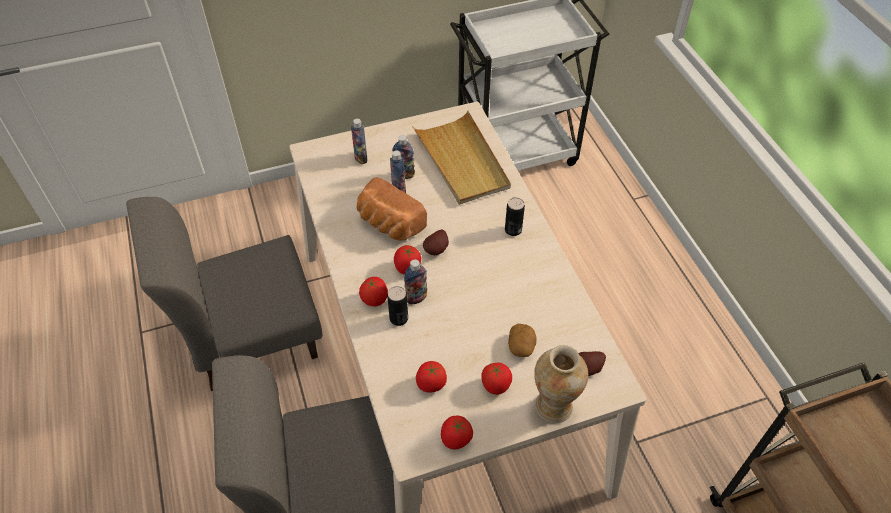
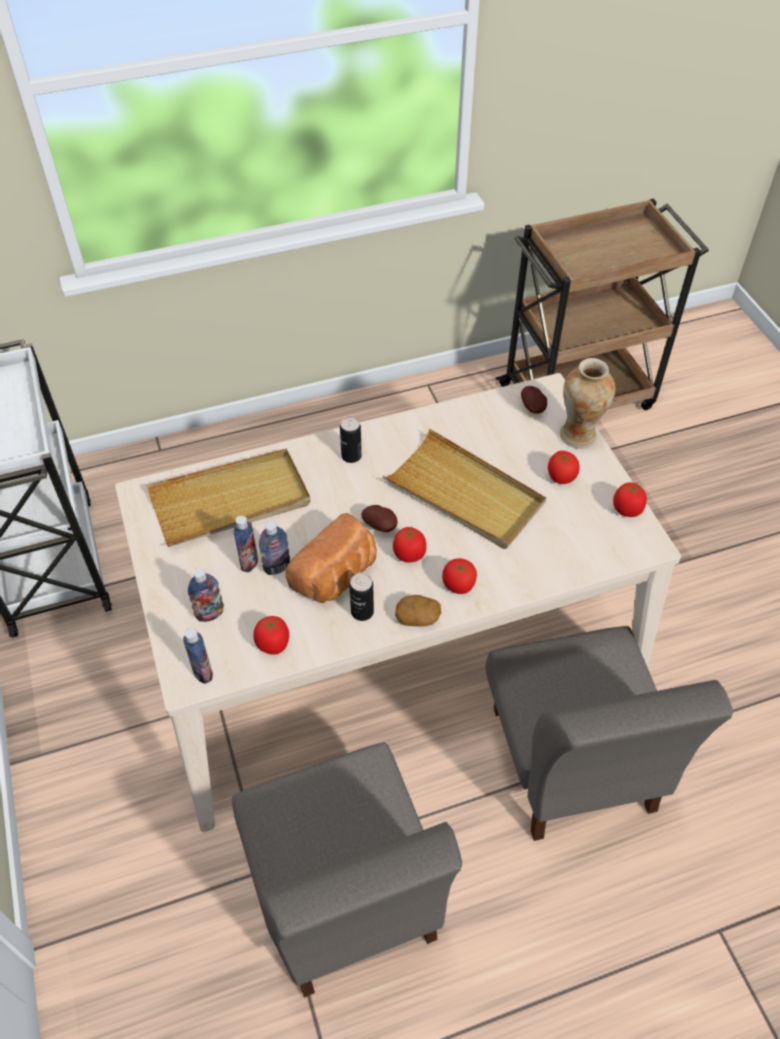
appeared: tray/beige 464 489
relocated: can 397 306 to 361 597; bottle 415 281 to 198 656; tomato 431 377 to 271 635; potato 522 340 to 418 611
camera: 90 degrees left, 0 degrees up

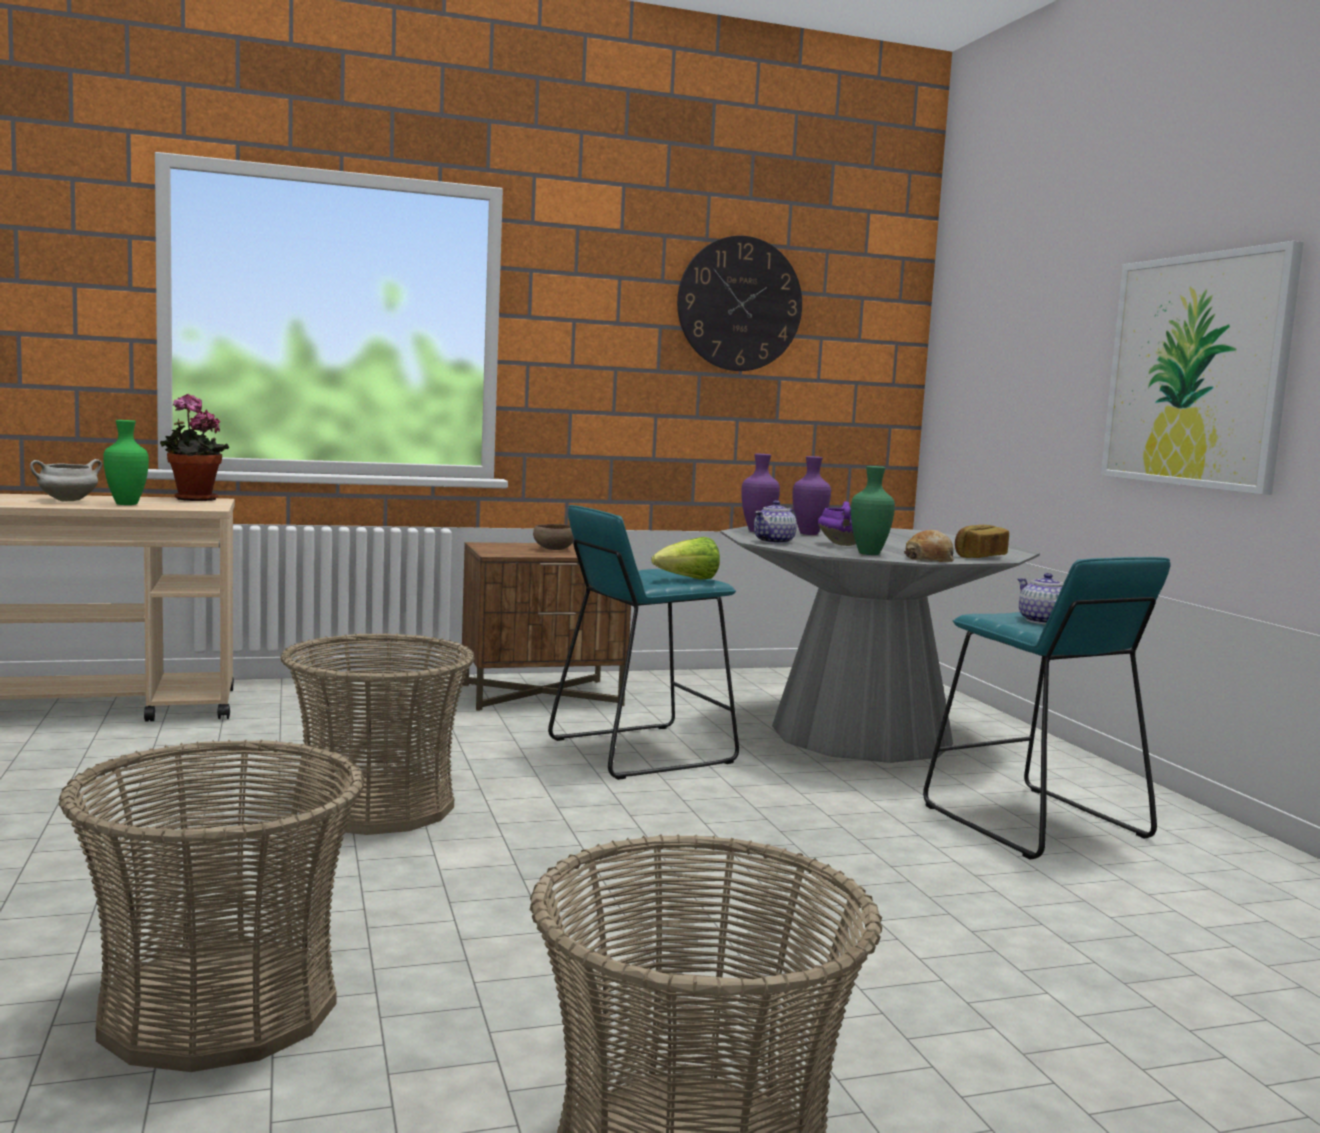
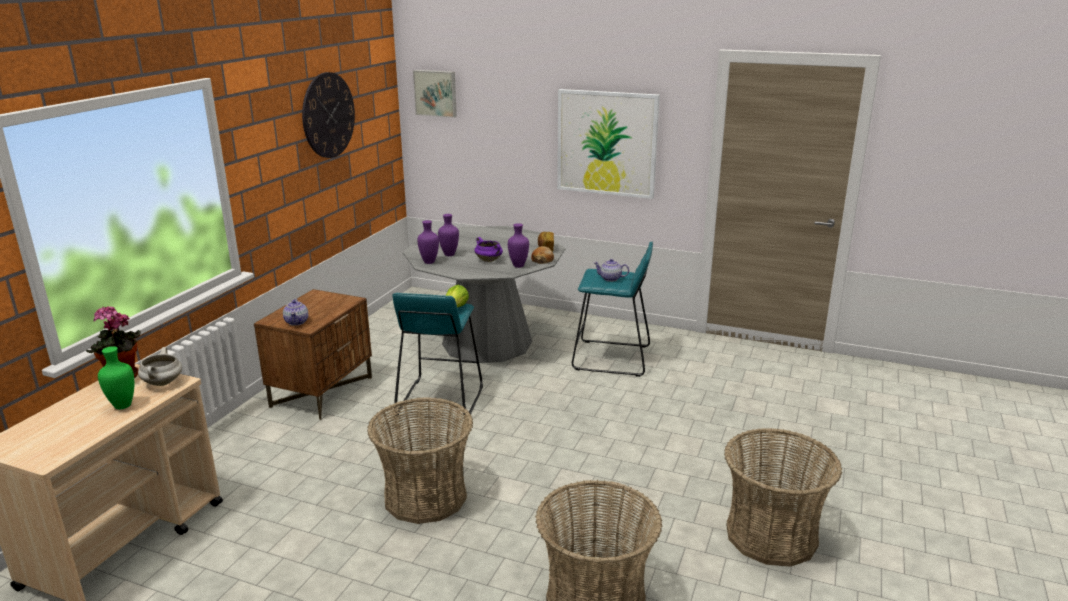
missing: bowl/brown 553 537
appeared: picture 435 94
relocated: cooking pot/white 66 480 to 160 366; teapot 775 522 to 295 312
colour: vase/green 873 510 to vase/purple 518 245
camera: 50 degrees left, 15 degrees up

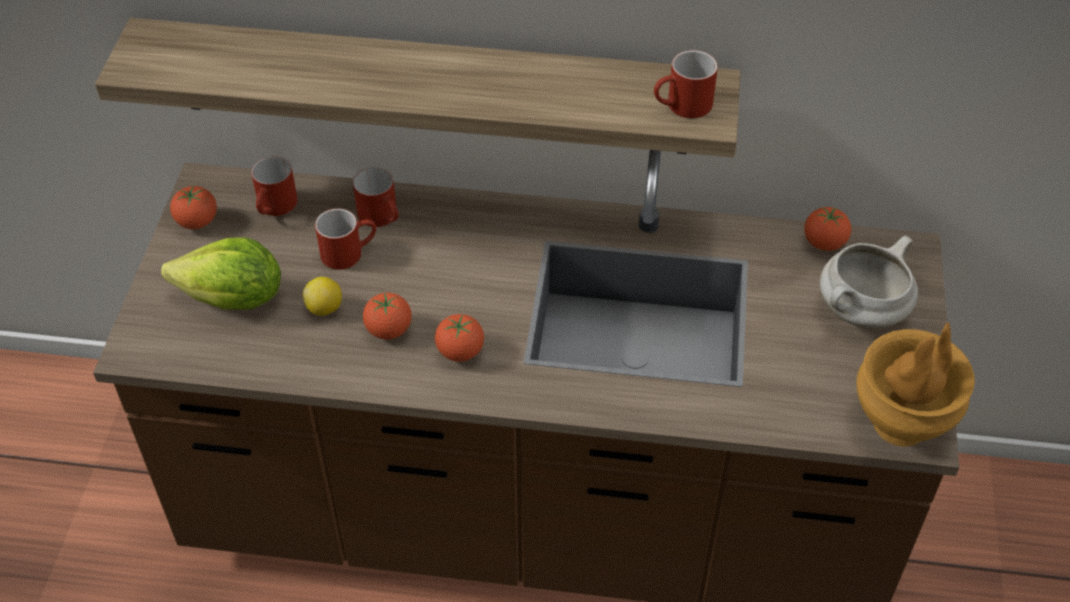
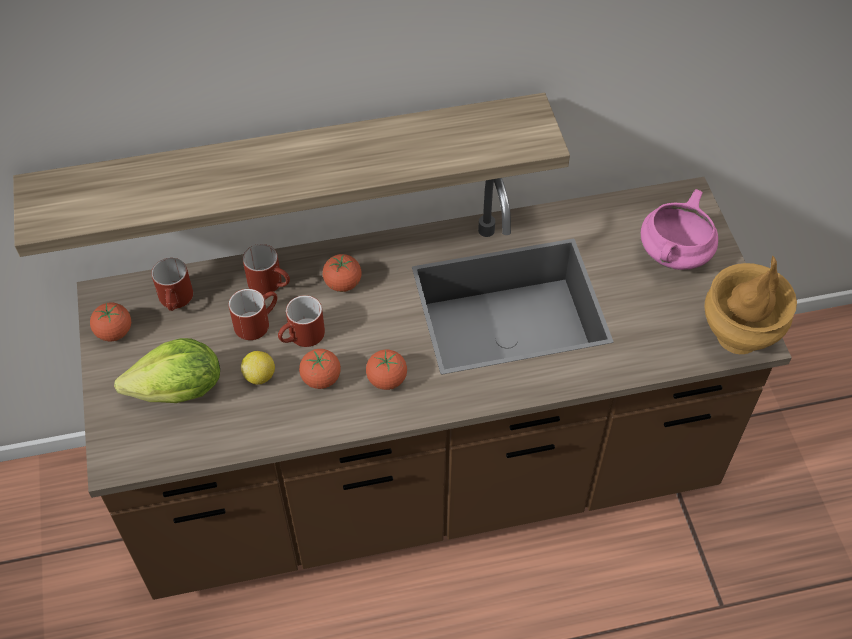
relocated: mug/red 686 84 to 301 321; tomato 827 229 to 342 273
colour: cooking pot/white 869 282 to cooking pot/pink 679 229
camera: 20 degrees left, 5 degrees up

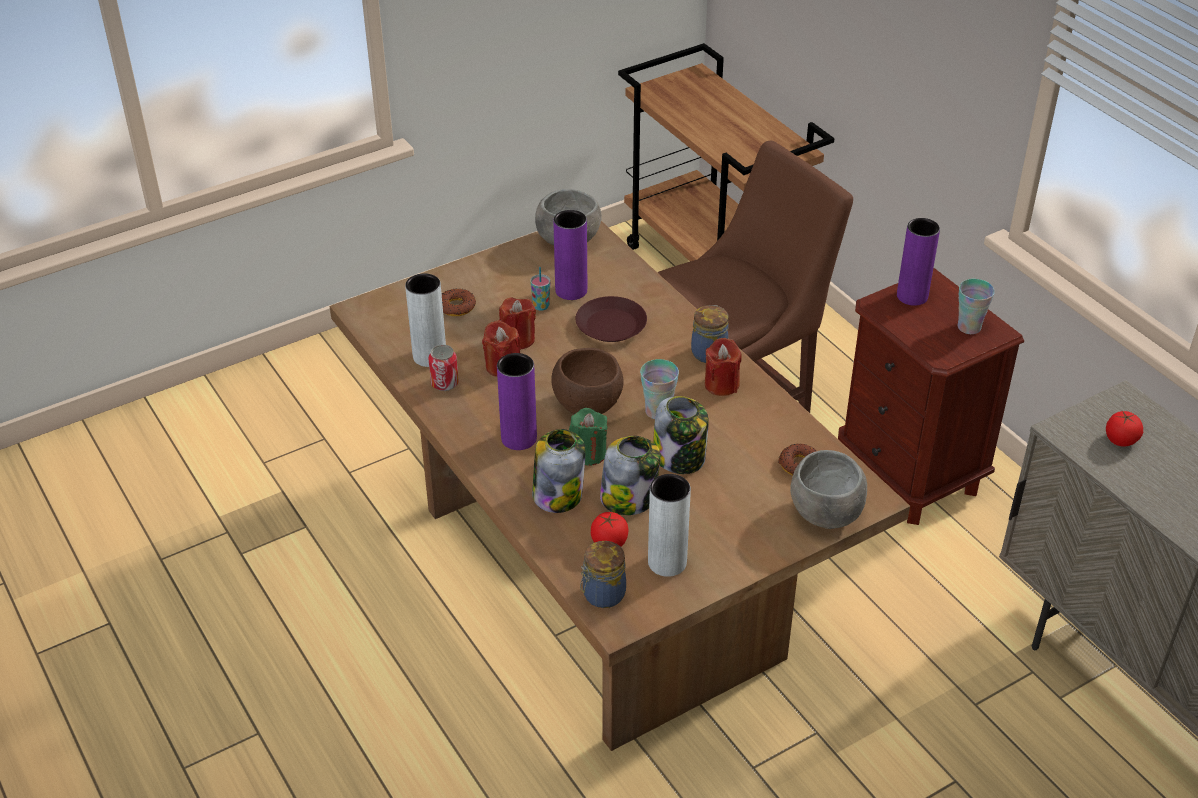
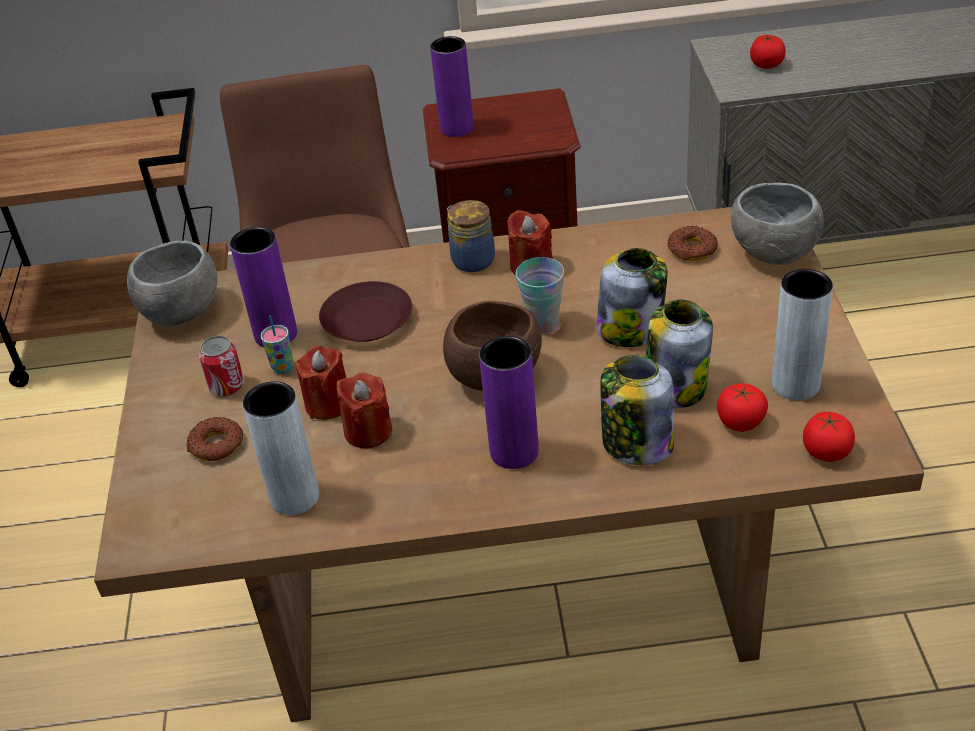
missing: candle/green 588 437; cup 976 306
relocated: can 443 368 to 221 366
exchanged: jar 603 574 to tomato 829 437
camera: 60 degrees left, 0 degrees up

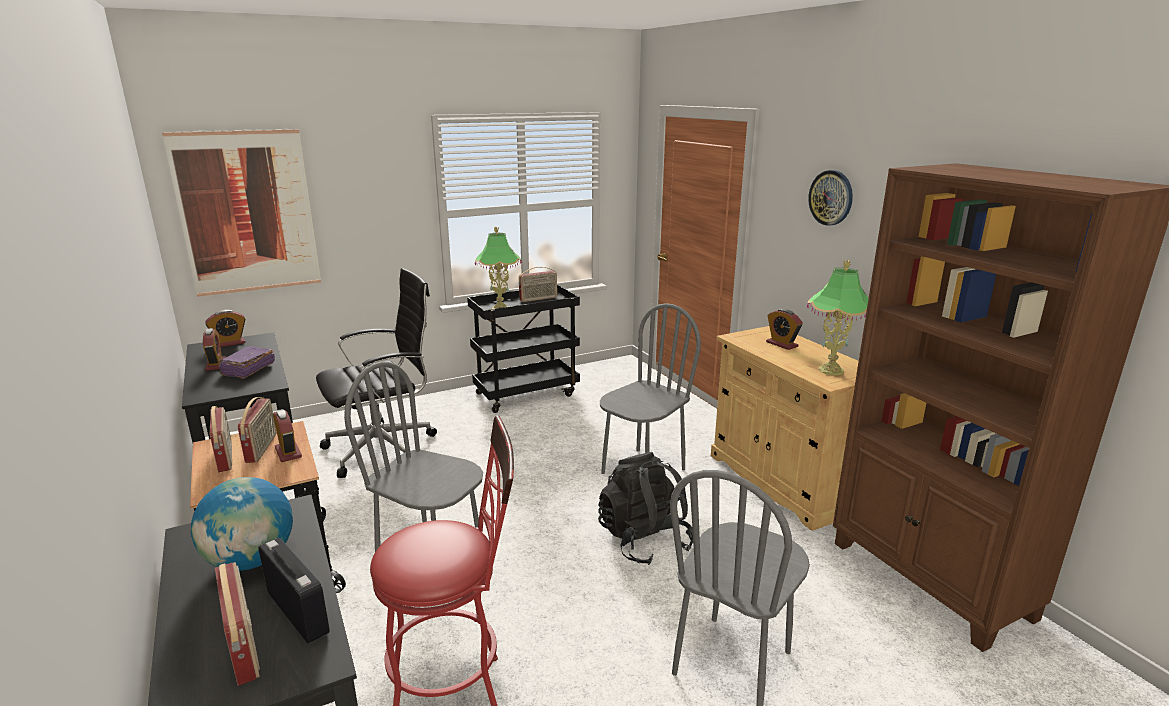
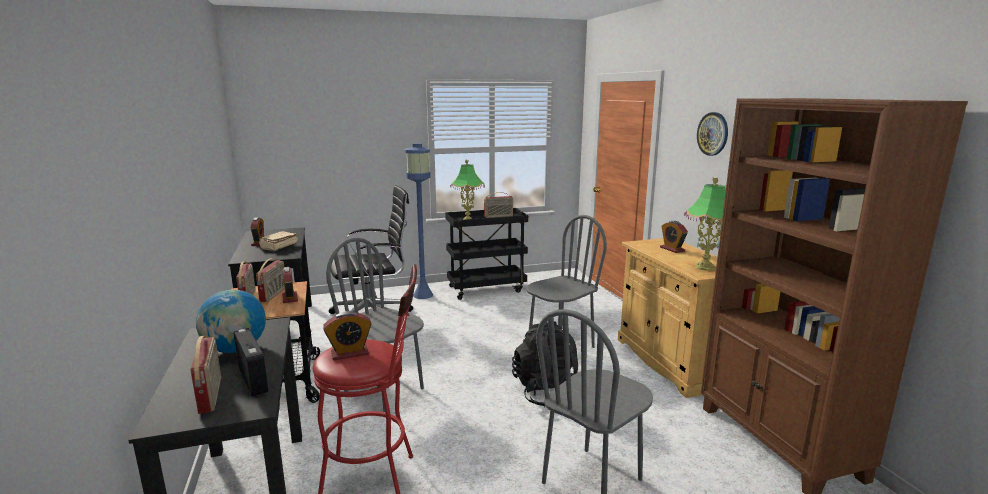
missing: picture 241 213
appeared: floor lamp/blue 419 221
relocated: alarm clock 225 328 to 347 335
colour: book/purple 246 362 to book/beige 278 241
camera: 10 degrees right, 5 degrees down

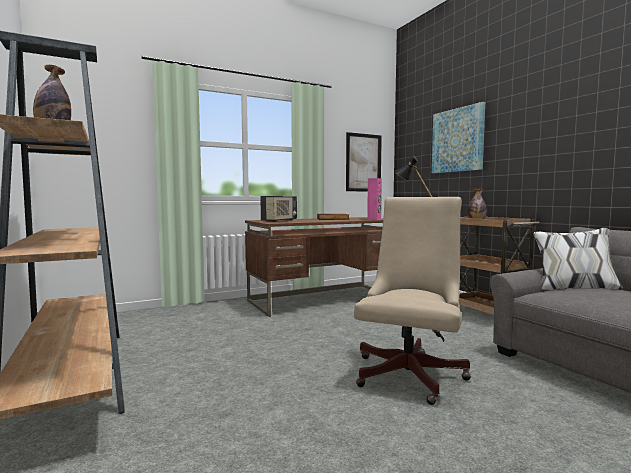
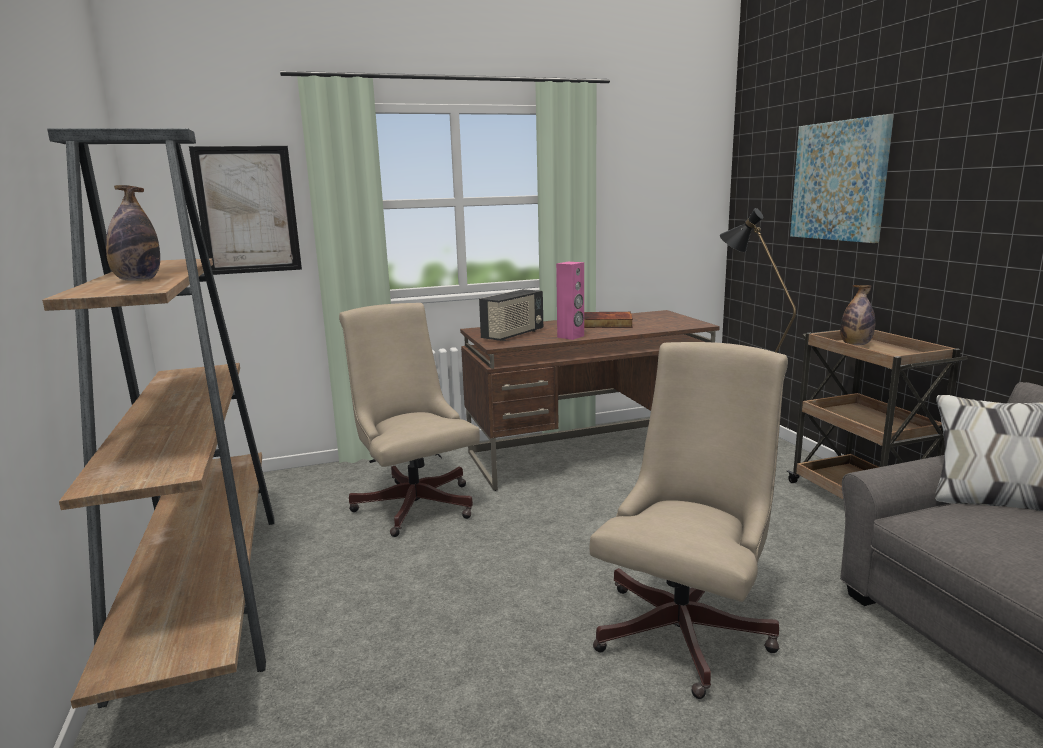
appeared: office chair/beige 409 420
relocated: picture 364 161 to 245 210; speaker/pink 374 199 to 570 301
camera: 10 degrees right, 10 degrees up

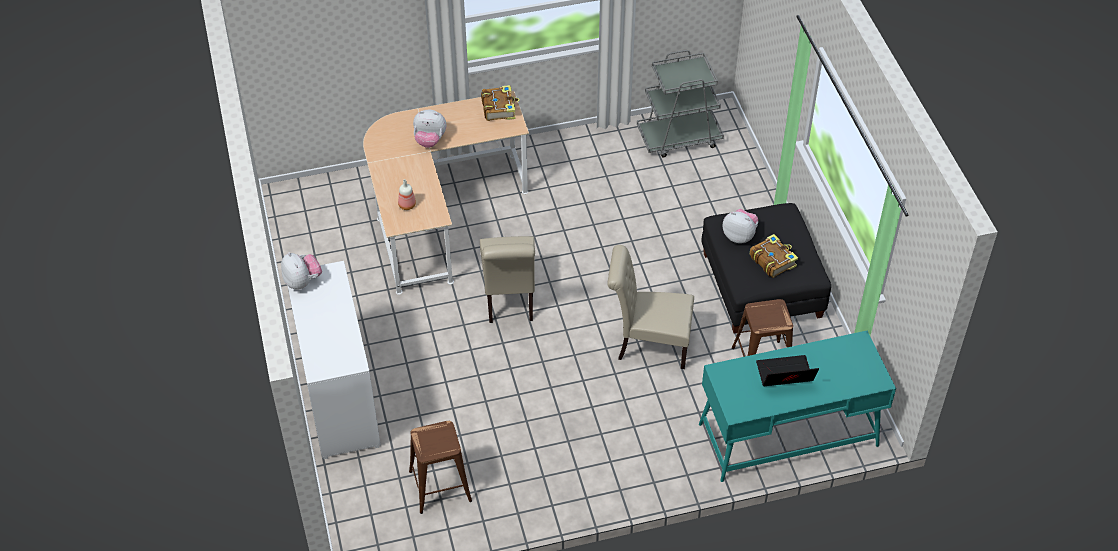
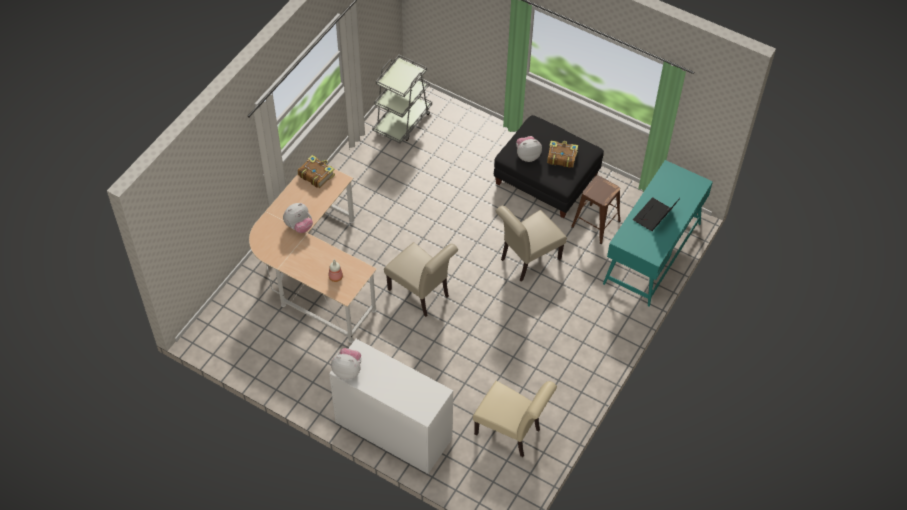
exchanged: stool/brown 440 467 to chair/beige 515 419
camera: 45 degrees left, 5 degrees up

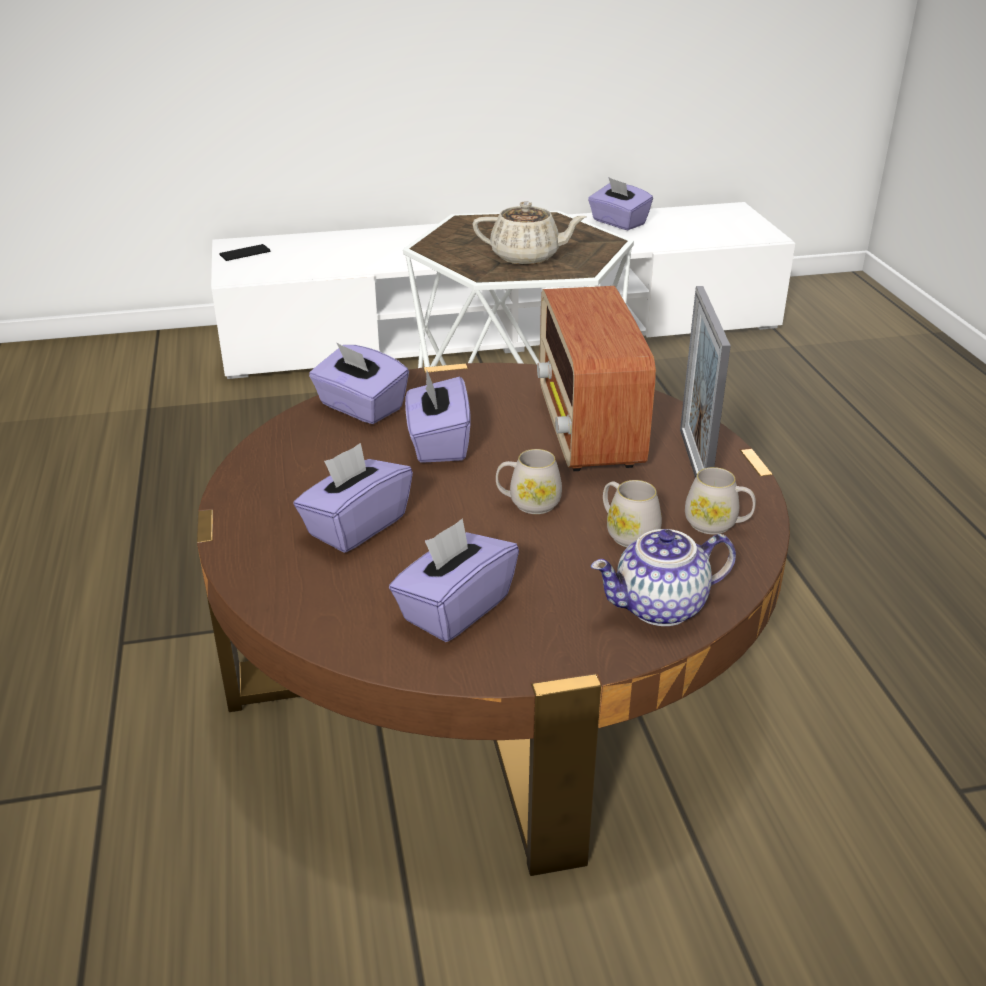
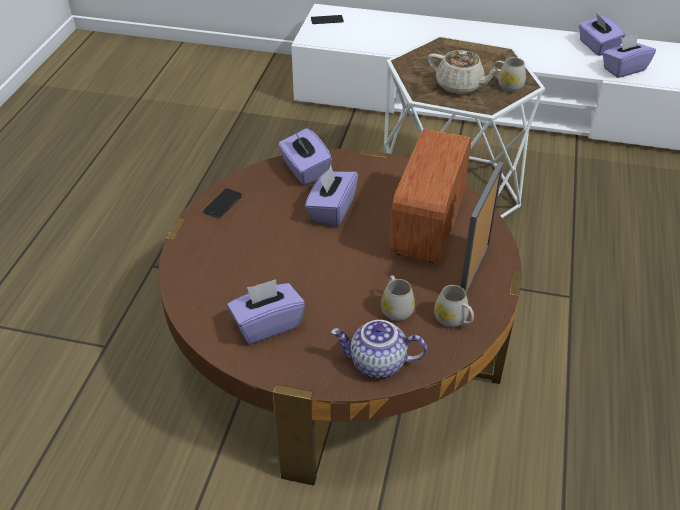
appeared: phone 222 203
relocated: tissue box/purple 353 498 to 629 56; mug/white 529 481 to 509 74
camera: 25 degrees right, 10 degrees up

